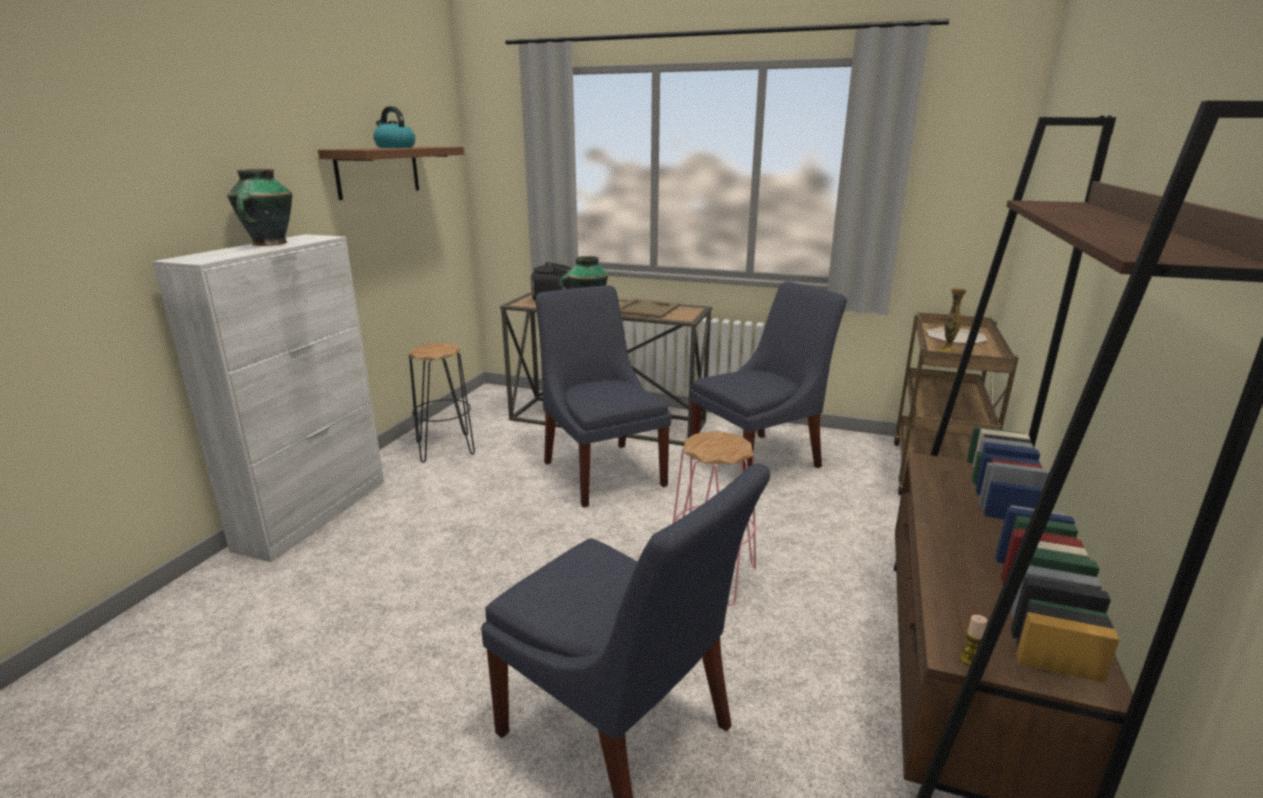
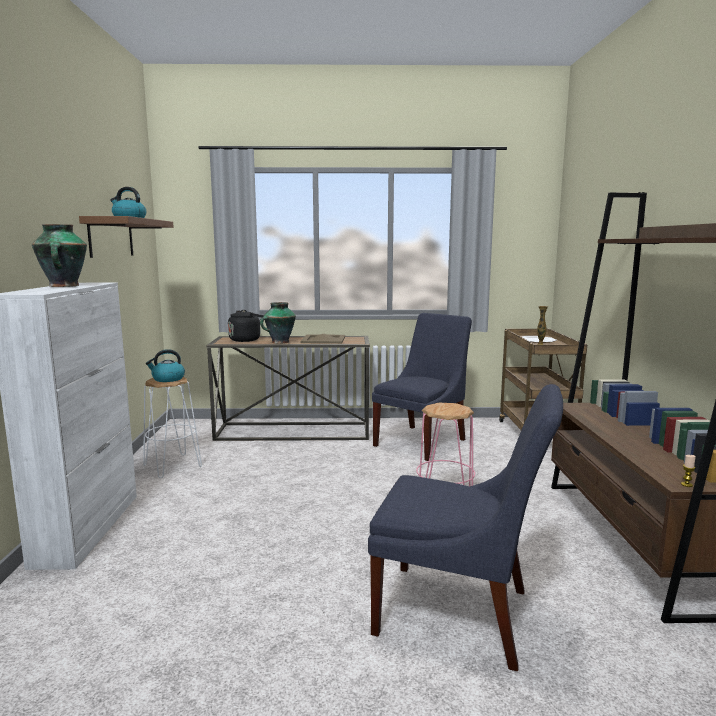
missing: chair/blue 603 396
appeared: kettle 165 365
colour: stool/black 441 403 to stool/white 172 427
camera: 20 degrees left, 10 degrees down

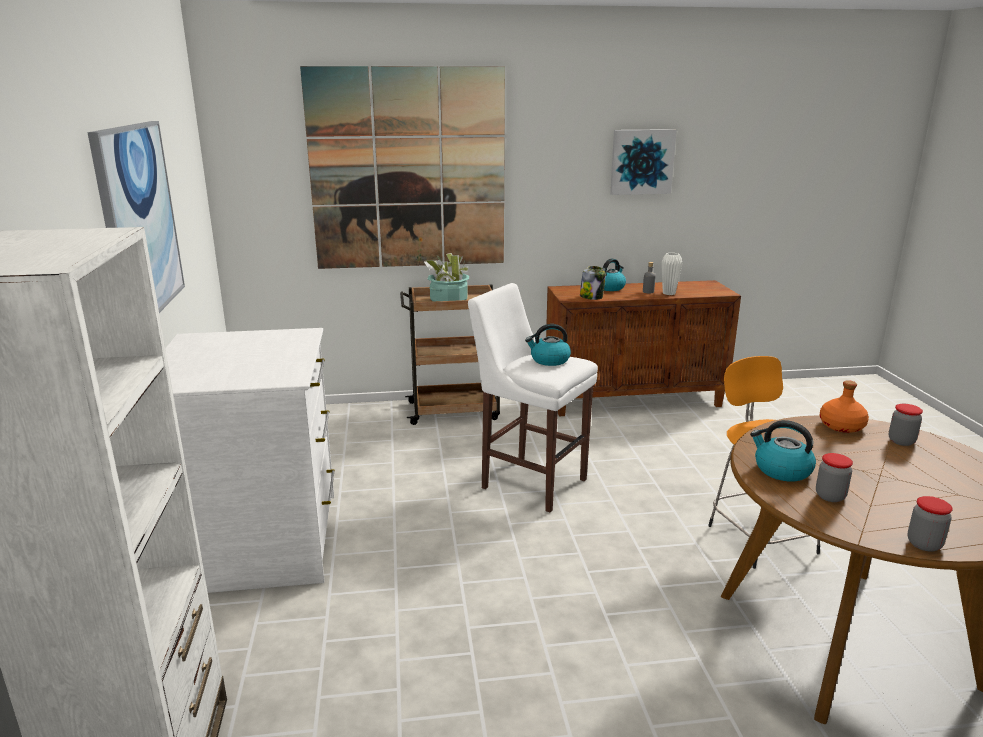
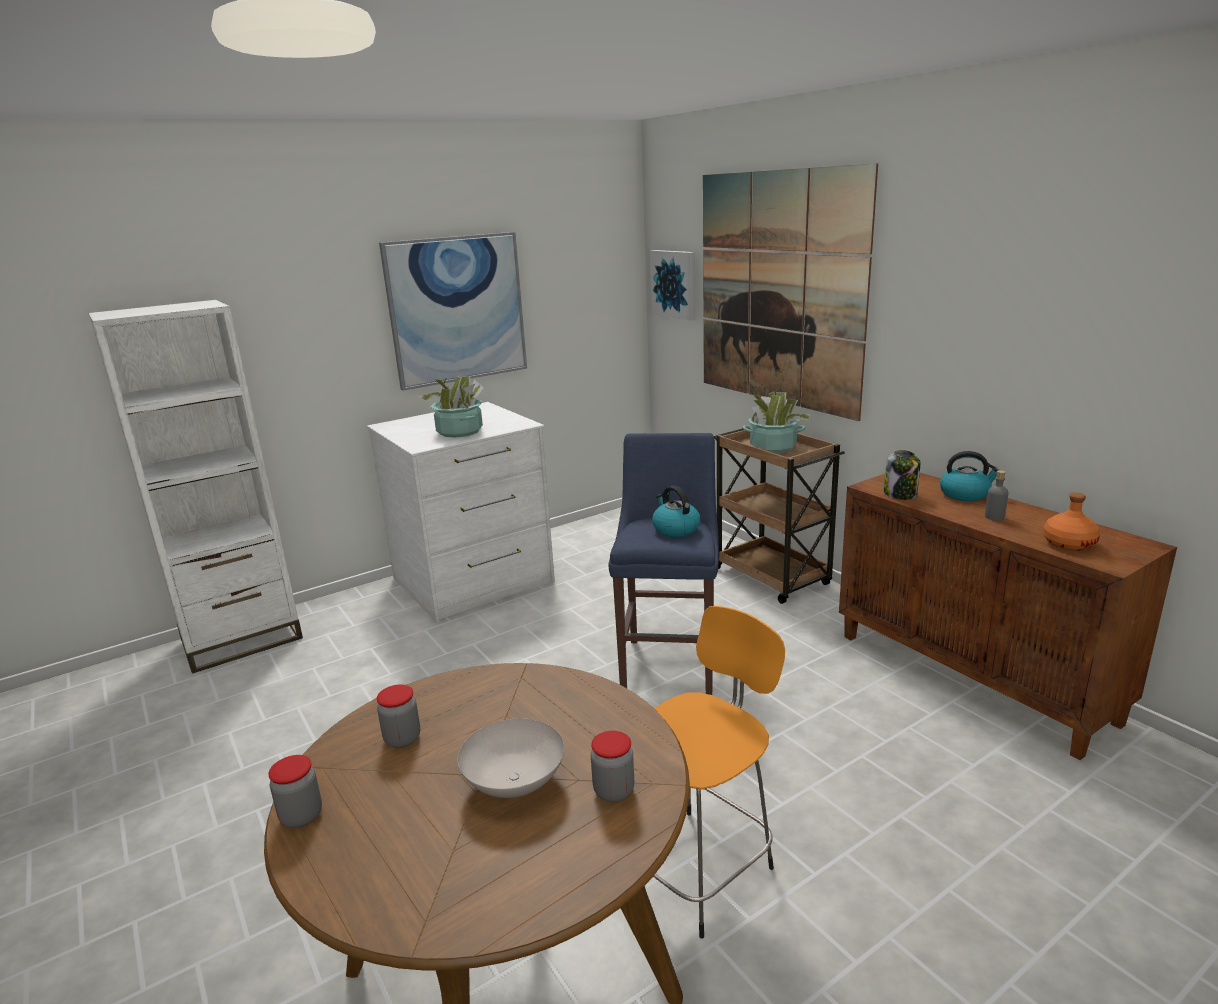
missing: vase/white 671 274; kettle 783 451
appeared: potted plant 450 407; bowl/white 511 758
relocated: picture 643 162 to 672 285; bottle/orange 844 406 to 1071 522
colour: stool/white 533 398 to stool/blue 663 564
camera: 65 degrees right, 0 degrees up

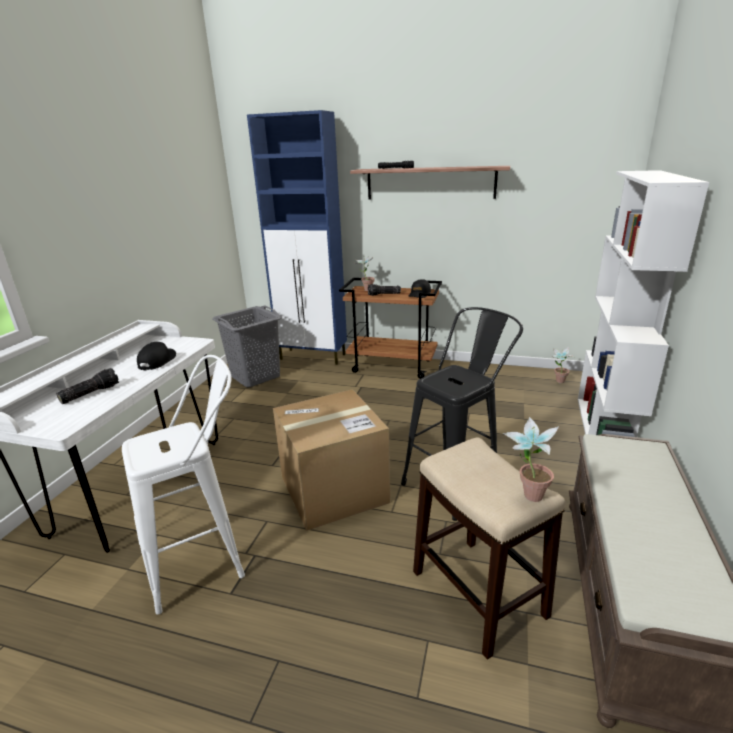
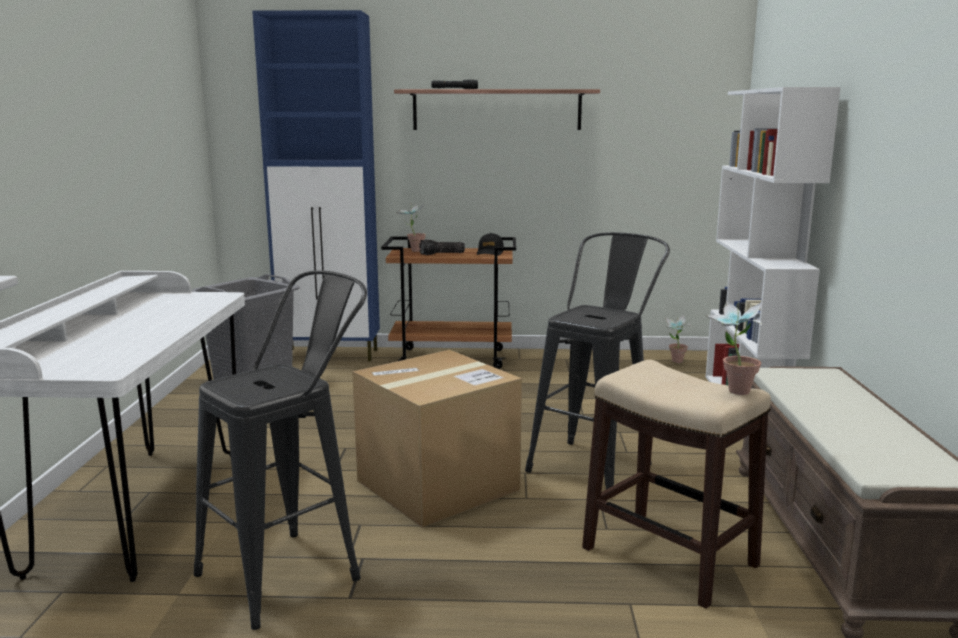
missing: flashlight 87 386; cap/black 156 356
colour: stool/white 183 485 to stool/black 280 450
camera: 15 degrees left, 10 degrees down

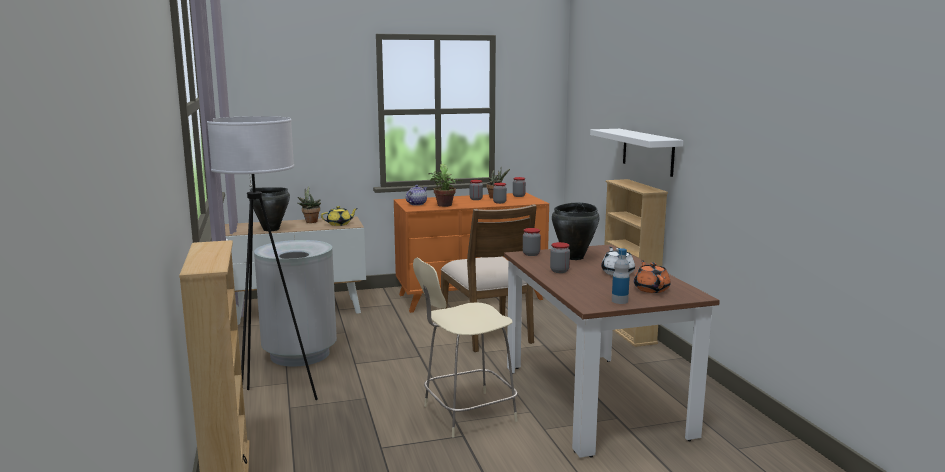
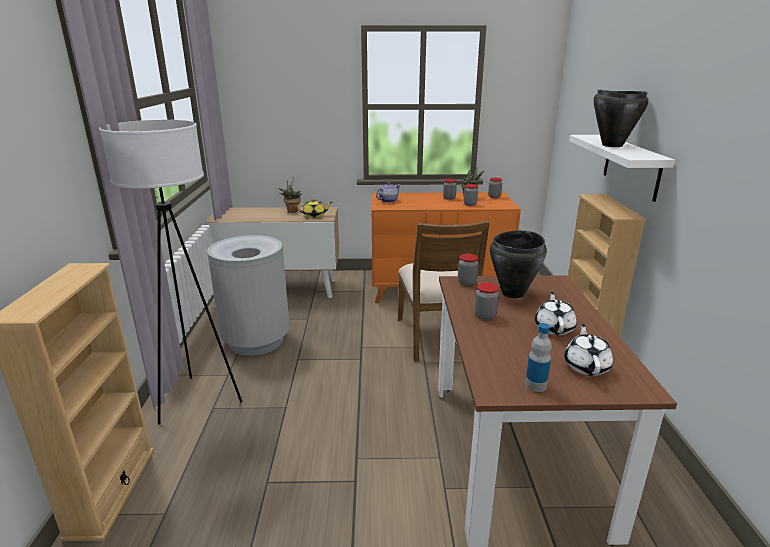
missing: stool/beige 465 347; potted plant 445 185
relocated: cooking pot/black 269 209 to 621 118
colour: teapot/orange 652 276 to teapot/white 588 350
camera: 15 degrees right, 10 degrees up

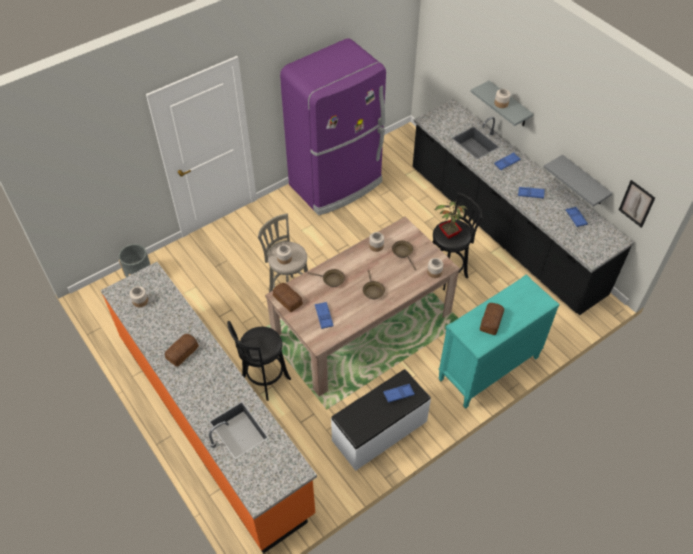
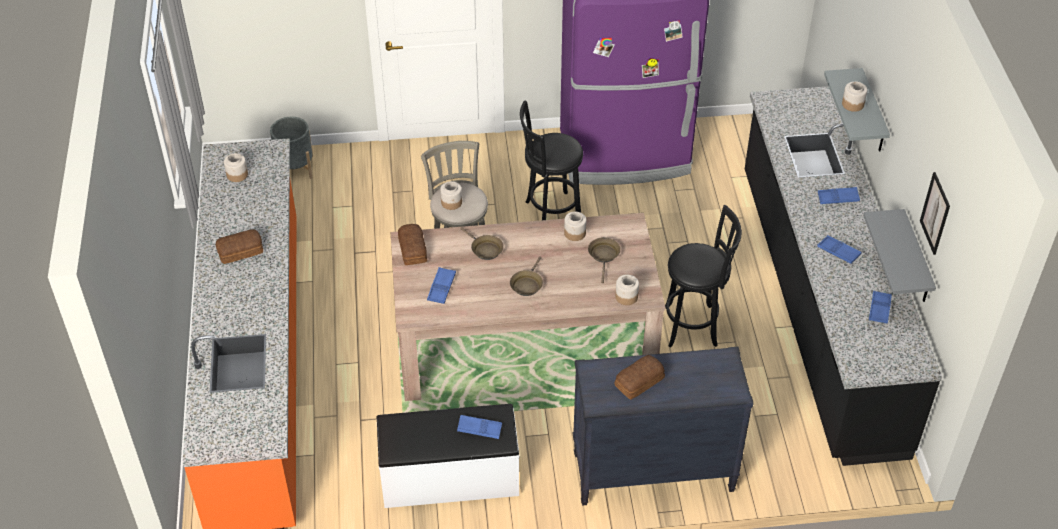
missing: potted plant 451 220
relocated: stool/black 259 361 to 551 160; picture 637 204 to 935 213
colour: dresser/turquoise 499 341 to dresser/black 663 426
camera: 30 degrees right, 5 degrees down

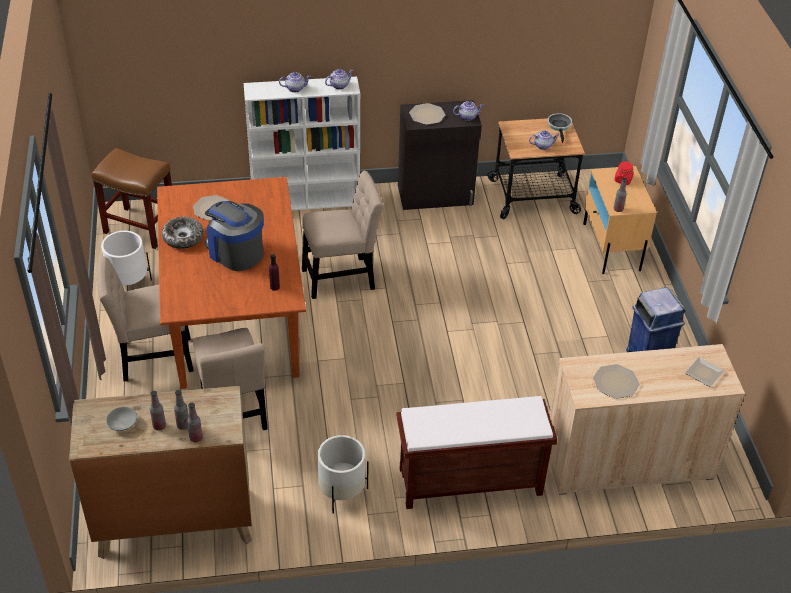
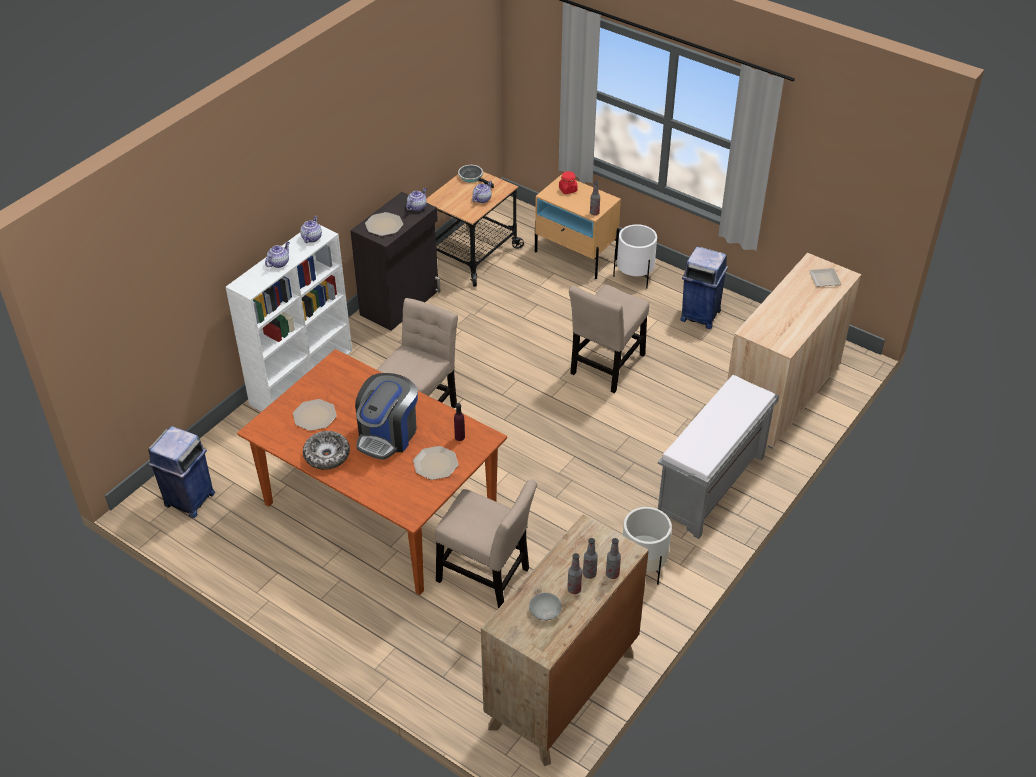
relocated: chair/beige 145 318 to 609 338; planter/white 126 258 to 635 256; plate 616 381 to 436 463
exchanged: stool/brown 132 198 to trash can/blue 181 472
colour: bench/brown 476 452 to bench/grey 718 457
spun: coffee machine 234 236 = 386 416 60 degrees counterclockwise
camera: 45 degrees left, 0 degrees up

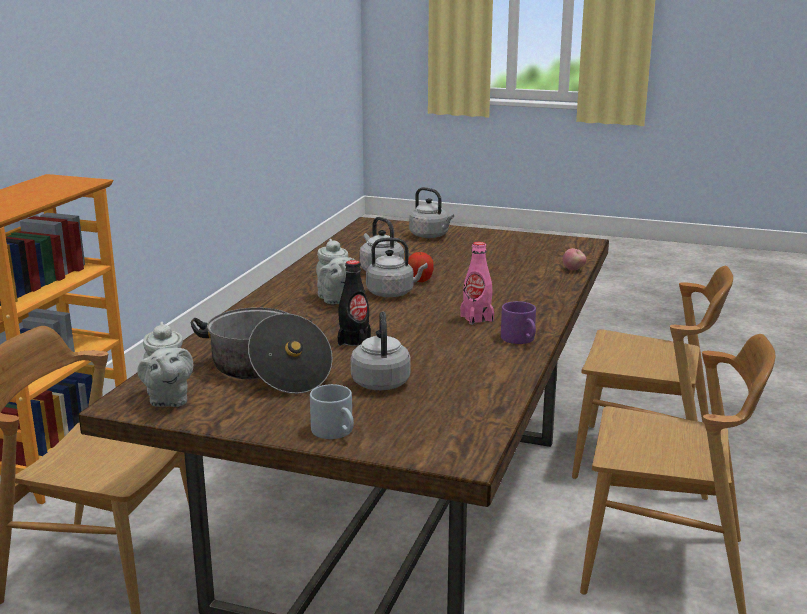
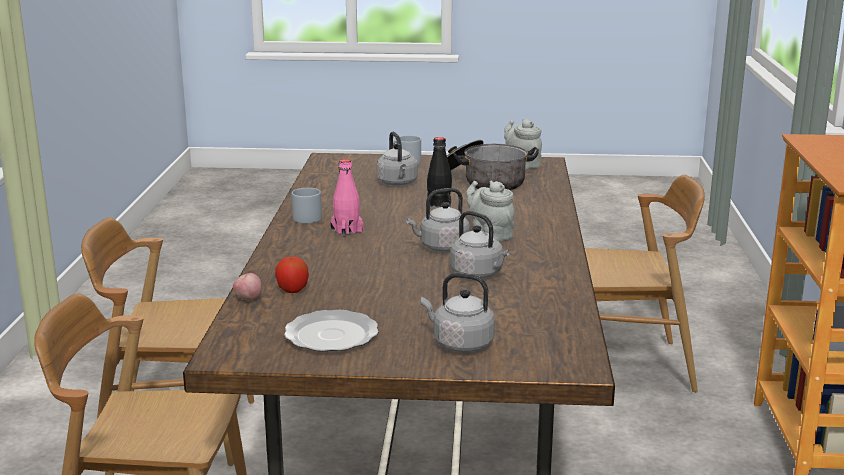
appeared: plate 331 331
relocated: apple 421 267 to 292 274
colour: mug/purple 518 322 to mug/grey 306 205
camera: 165 degrees right, 0 degrees up

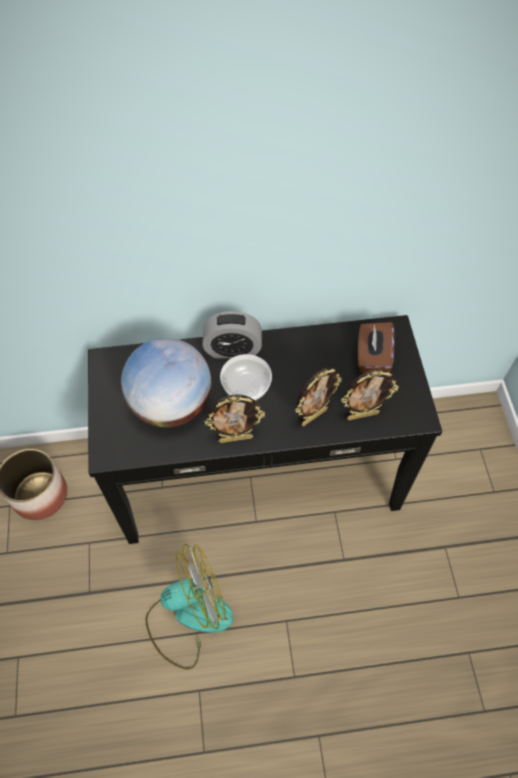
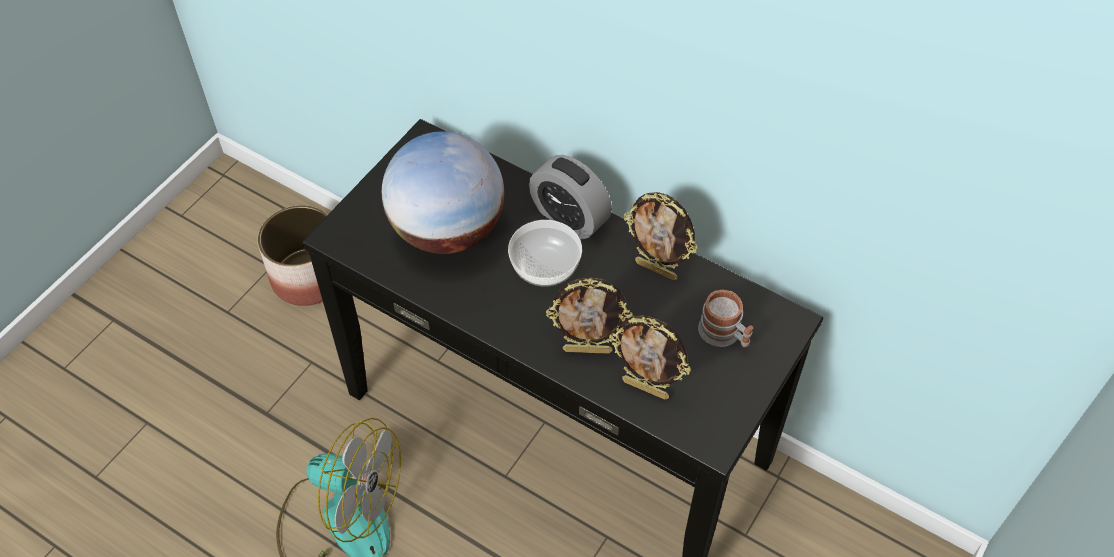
relocated: picture frame 235 419 to 661 236
exchanged: tissue box/brown 376 348 to mug 725 318
camera: 40 degrees right, 5 degrees down

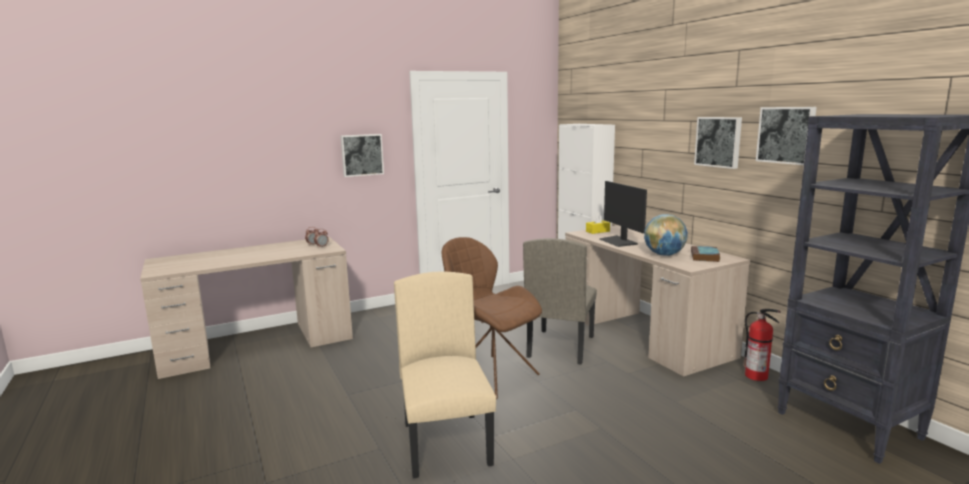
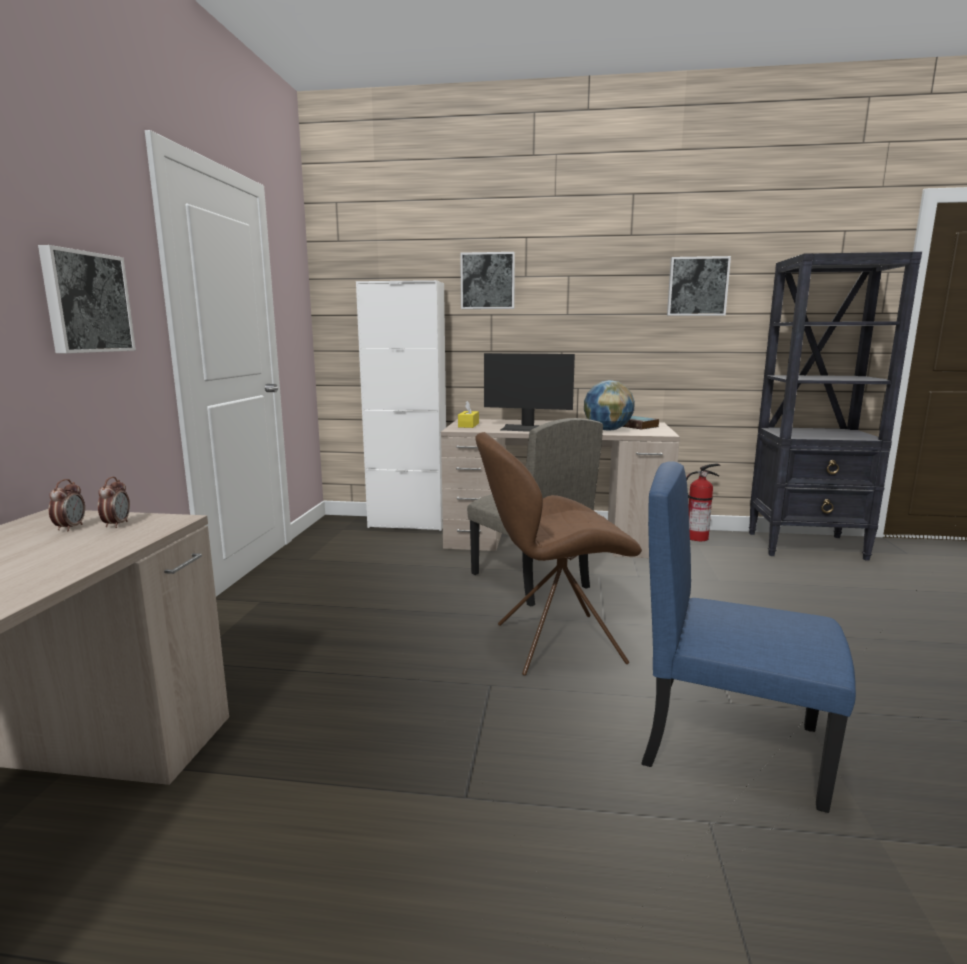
relocated: picture 718 143 to 487 280
colour: chair/beige 445 374 to chair/blue 748 637
camera: 55 degrees left, 0 degrees up

